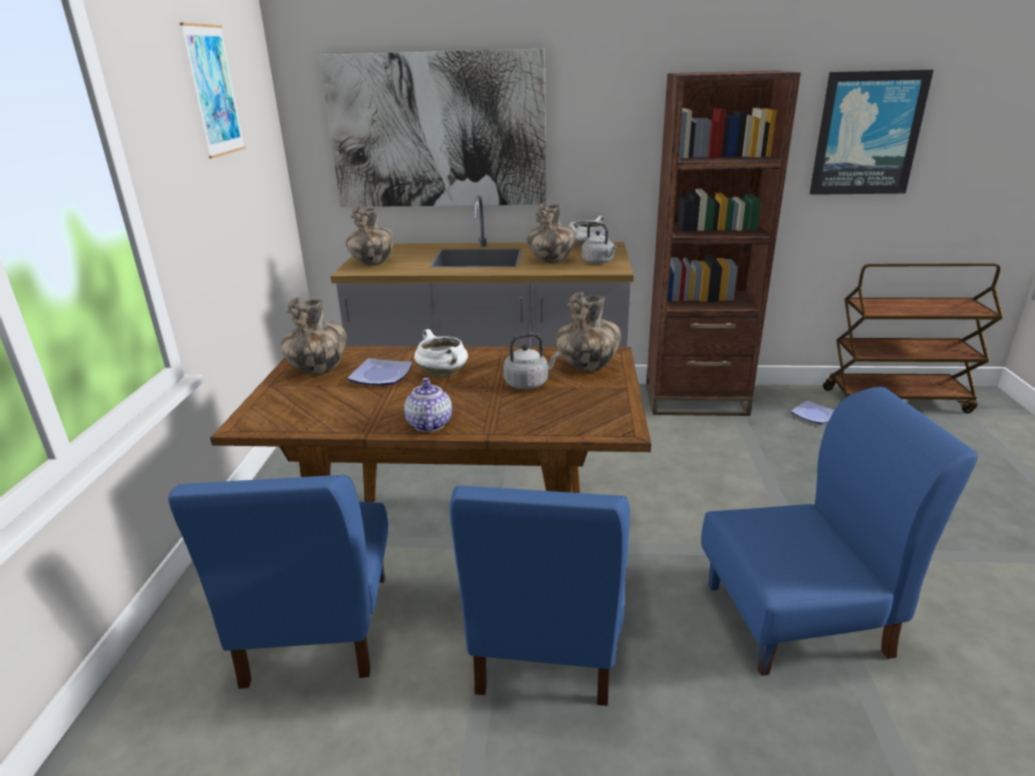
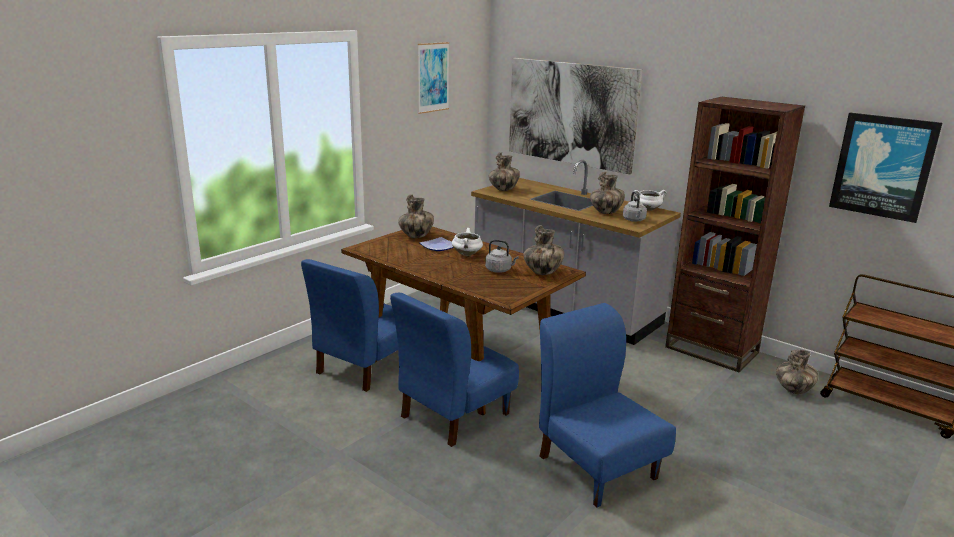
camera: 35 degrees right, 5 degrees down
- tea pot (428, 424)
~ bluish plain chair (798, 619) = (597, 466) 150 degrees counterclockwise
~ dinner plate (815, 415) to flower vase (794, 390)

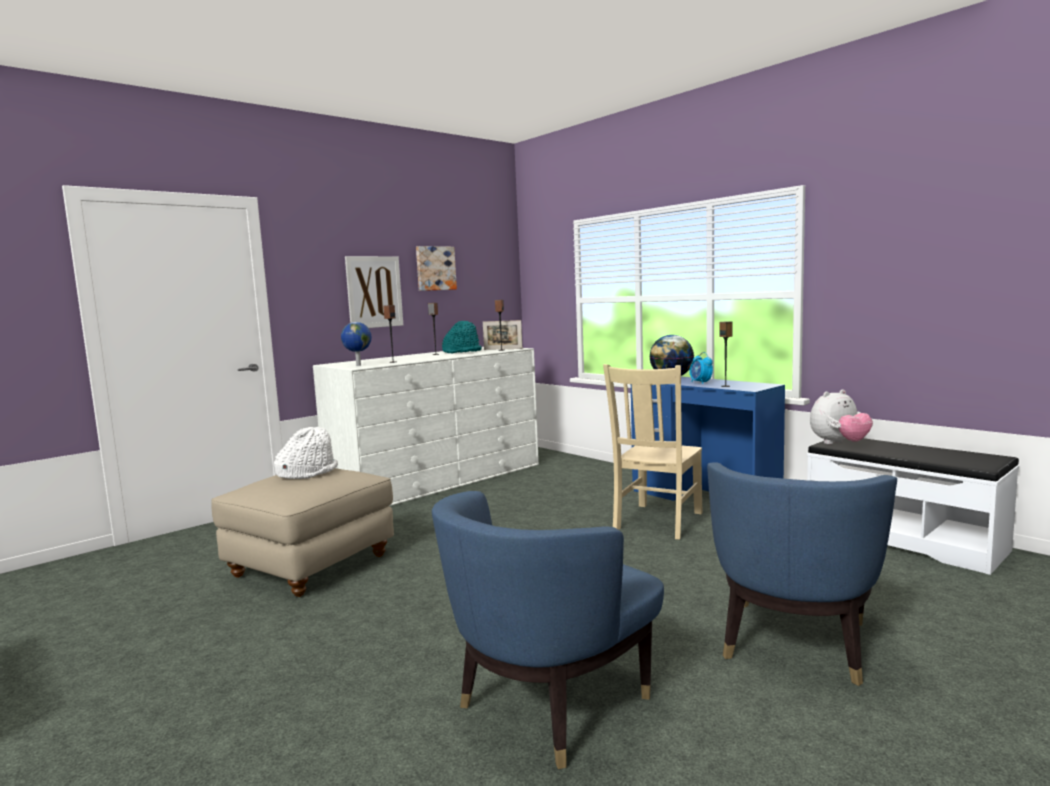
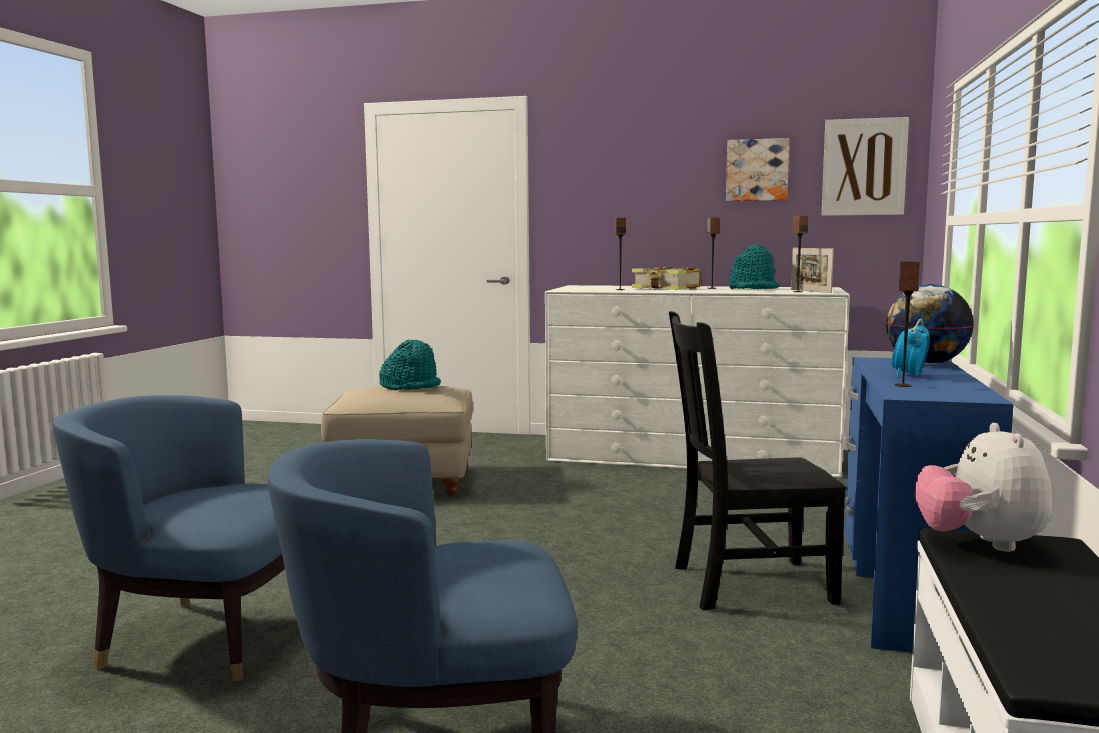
camera: 55 degrees right, 0 degrees up
~ wall art (374, 292) to (864, 167)
- desk globe (358, 365)
~ beige plain chair (657, 522) to black plain chair (746, 584)
~ soft toy (839, 444) = (980, 543) 60 degrees clockwise
~ whitish clothing hat (307, 472) to blue-green clothing hat (411, 386)
+ book (667, 288)

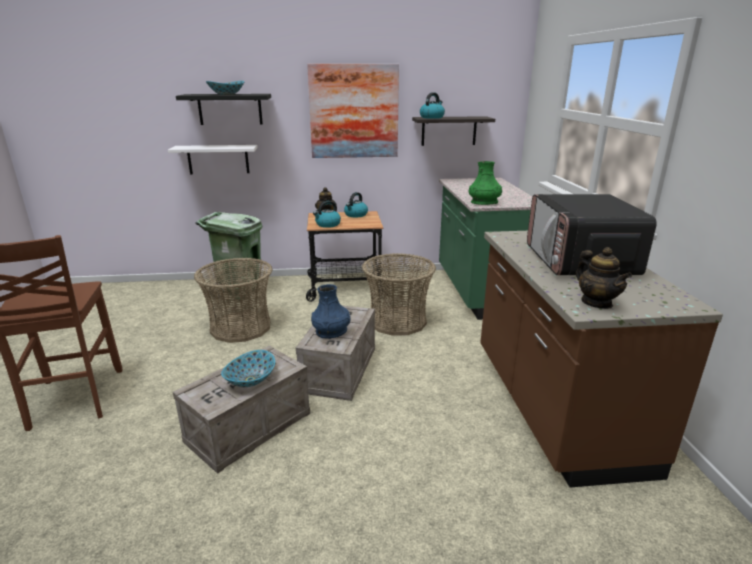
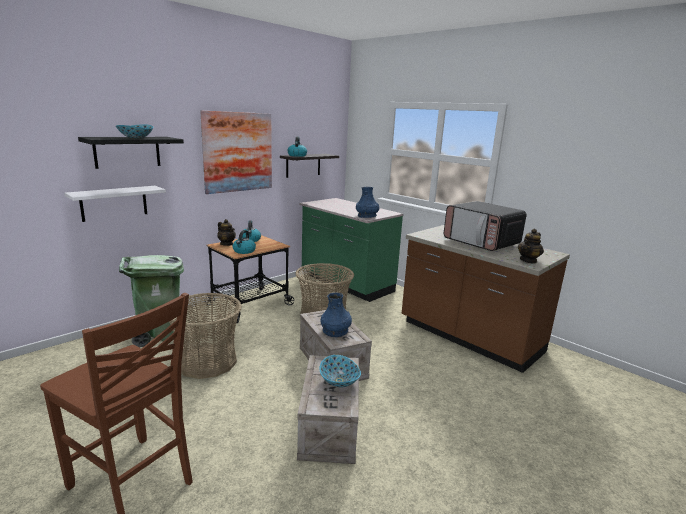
camera: 40 degrees left, 5 degrees down
~ green-coloured flower vase (484, 203) to bluish flower vase (367, 216)
~ tea pot (596, 303) = (528, 260) 105 degrees clockwise

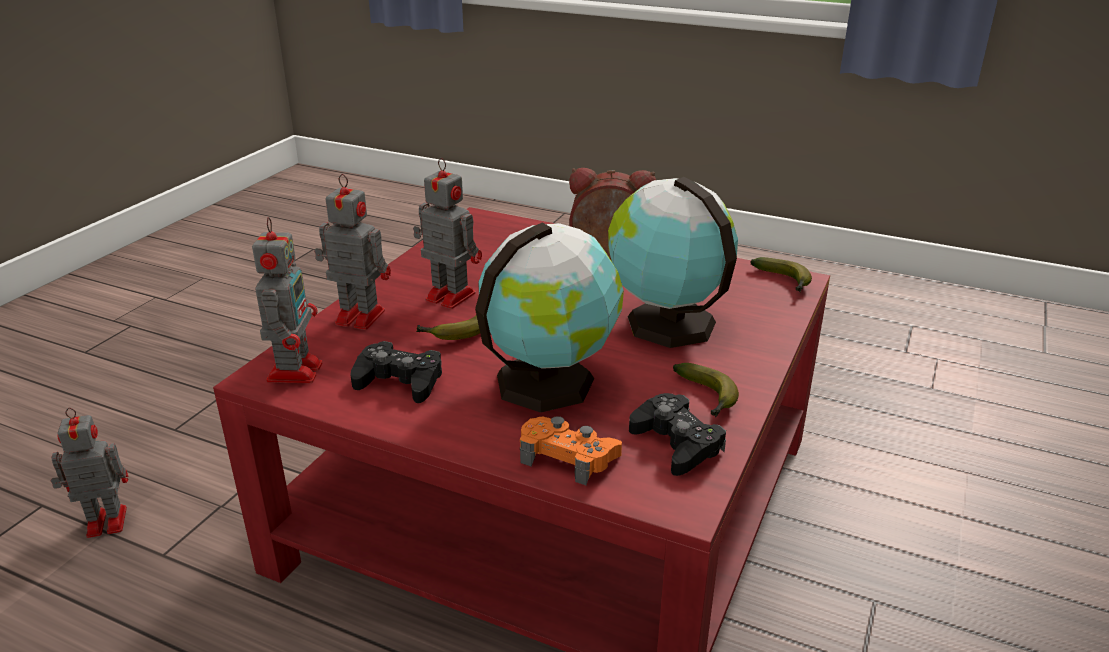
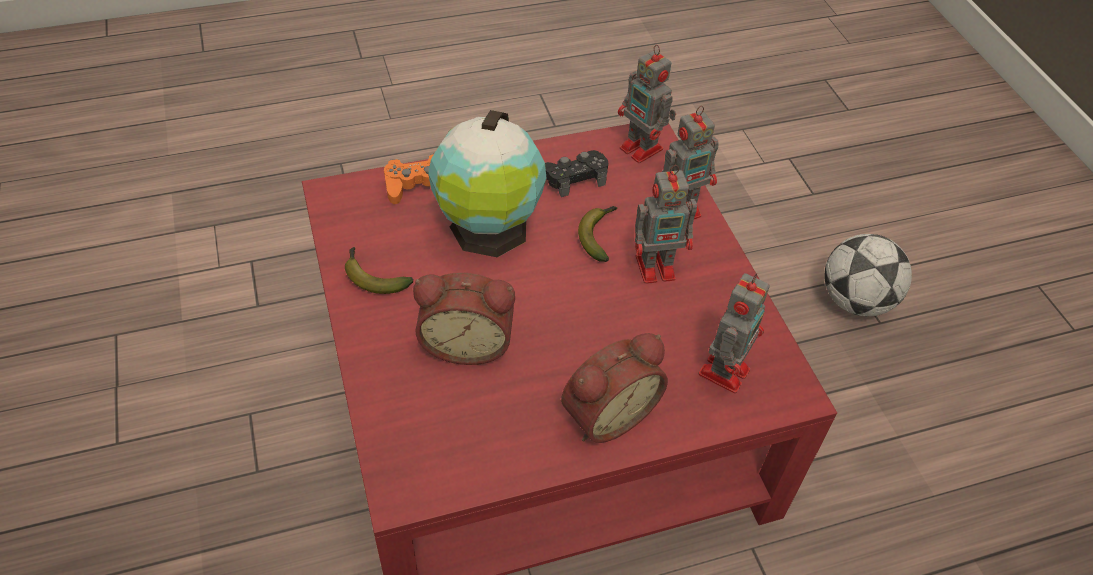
camera: 135 degrees right, 20 degrees up
~ desk globe (666, 322) to bedside clock (467, 342)
- banana fruit (784, 282)
- black joypad (676, 443)
~ robot figure (104, 522) to (725, 370)
+ football (855, 301)

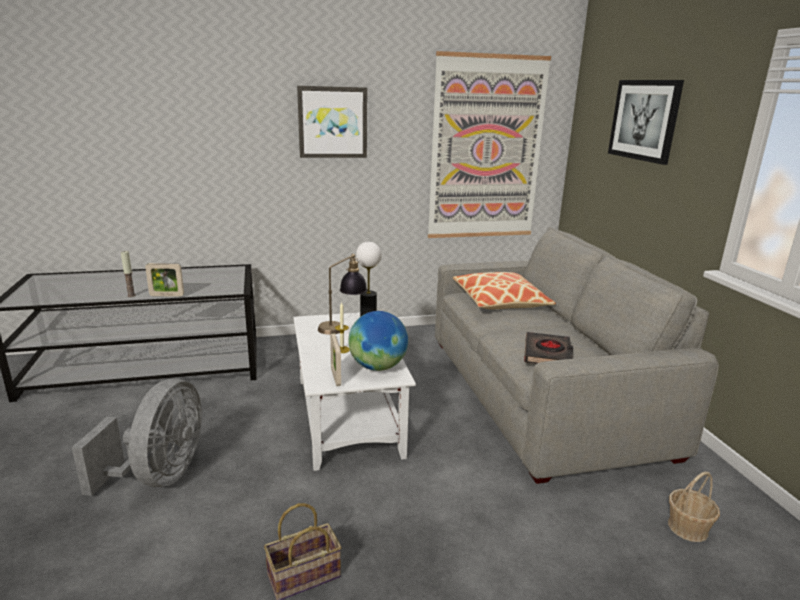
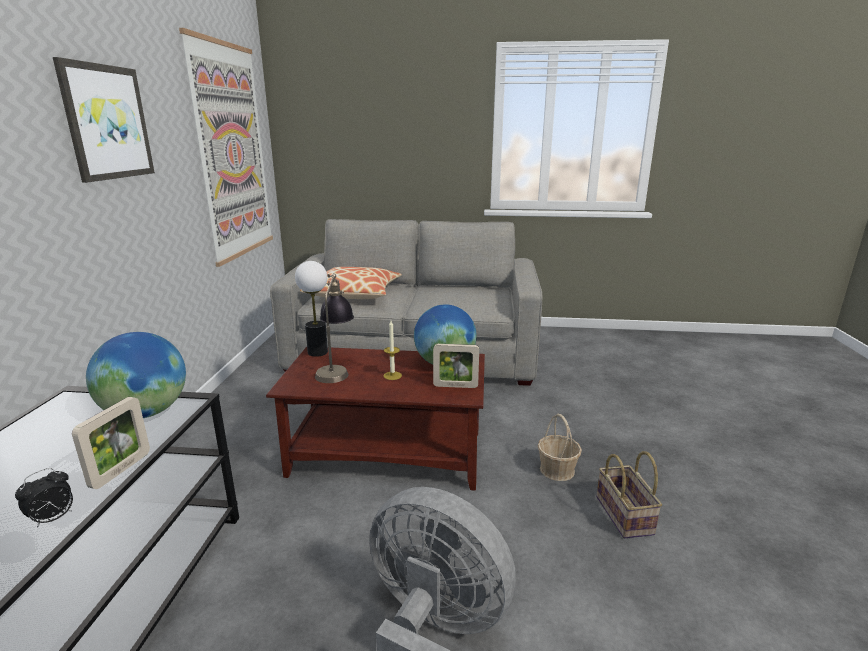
camera: 70 degrees left, 0 degrees up
- wall art (644, 120)
~ wax light (131, 295) to bedside clock (53, 519)
~ whitish coffee table (348, 417) to brownish coffee table (389, 453)
- black book (547, 354)
~ basket (688, 528) to (557, 470)
+ desk globe (146, 413)

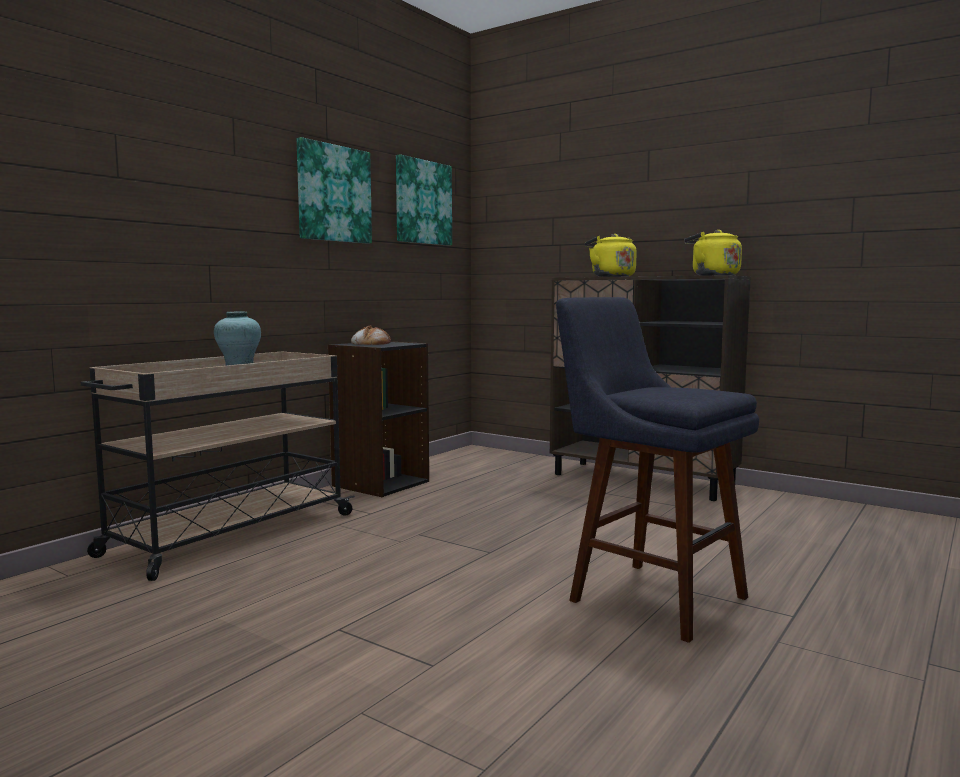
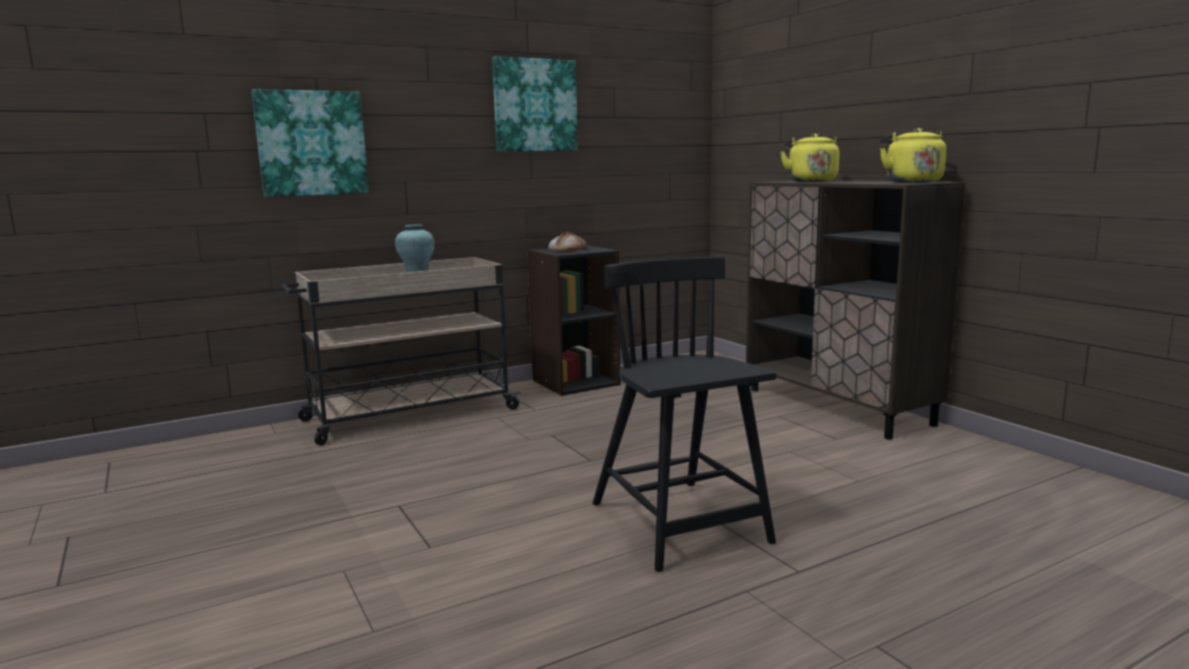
camera: 25 degrees right, 5 degrees up
~ wall art (422, 202) to (311, 143)
~ bluish stool (648, 595) to black plain chair (680, 524)

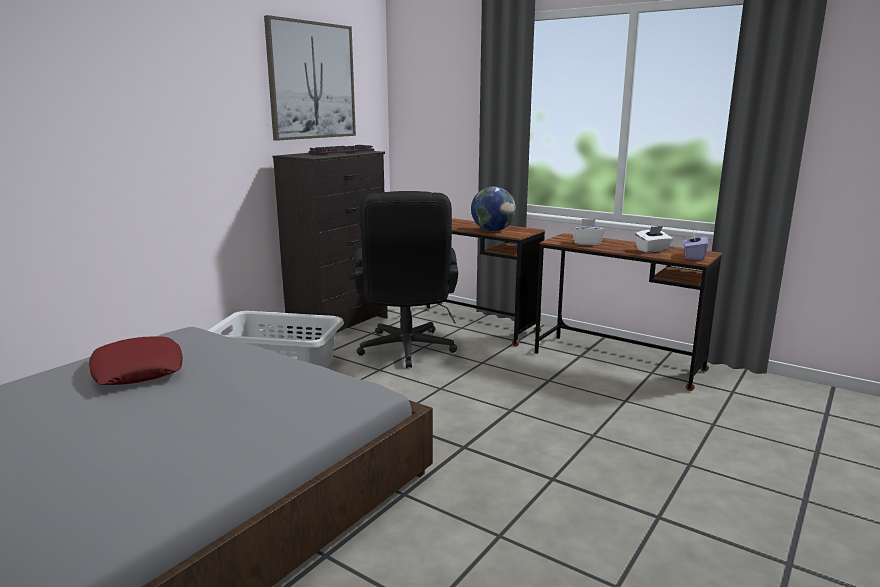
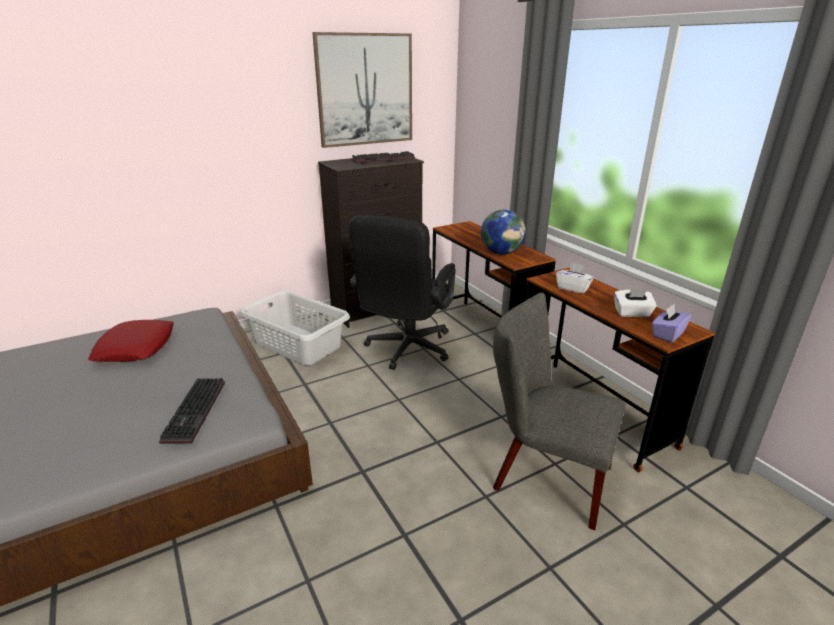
camera: 25 degrees right, 10 degrees up
+ grey plain chair (544, 476)
+ PC keyboard (196, 412)

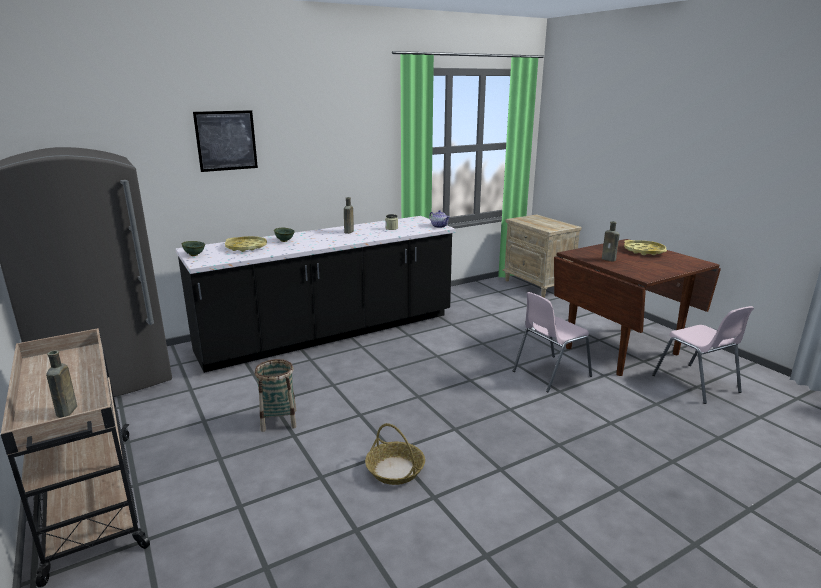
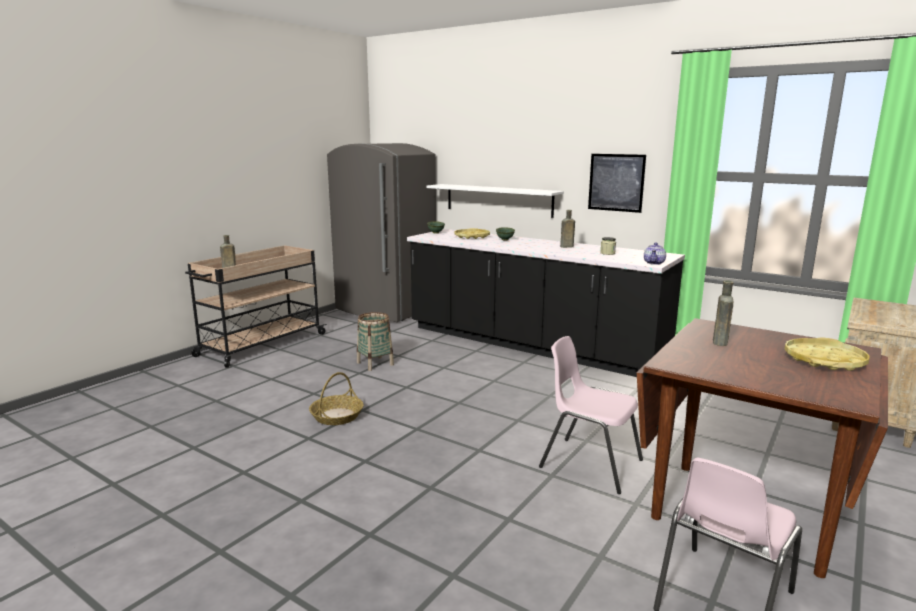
camera: 65 degrees right, 5 degrees down
~ wall art (226, 140) to (616, 182)
+ whitish wall shelf (498, 200)

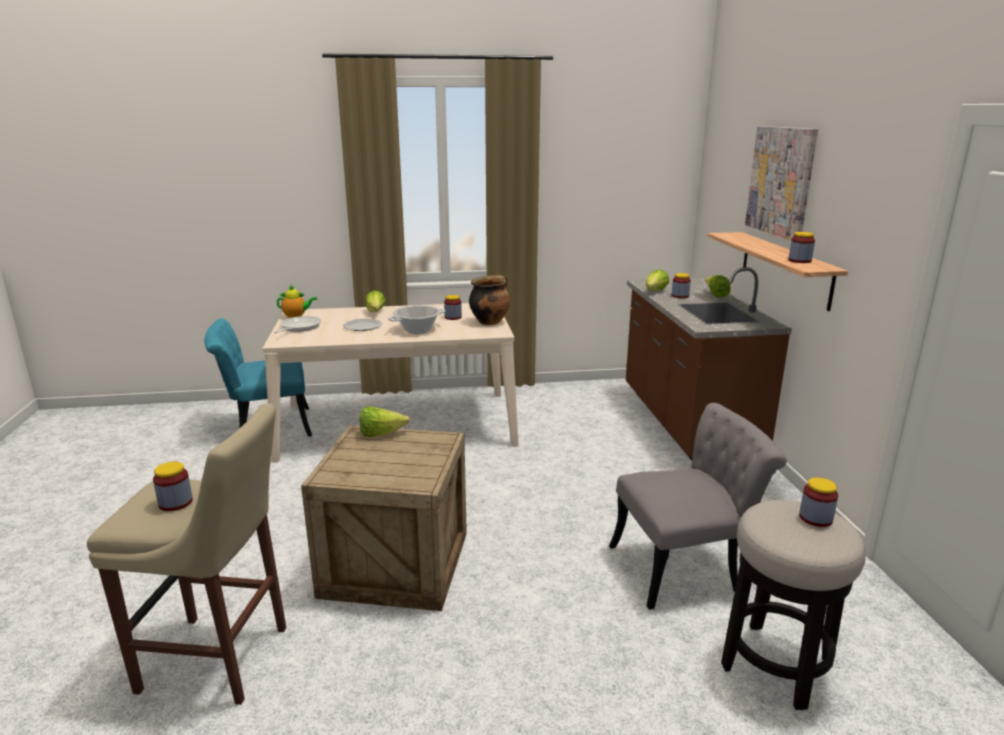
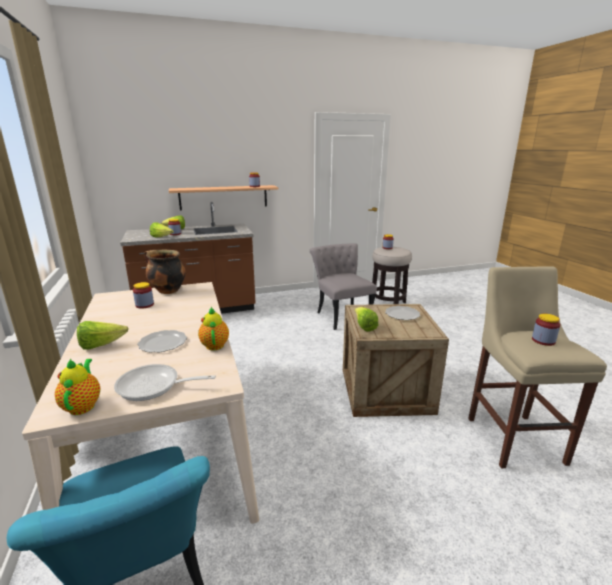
camera: 100 degrees left, 0 degrees up
- wall art (781, 181)
- stockpot (417, 329)
+ tea pot (215, 344)
+ dinner plate (402, 314)

